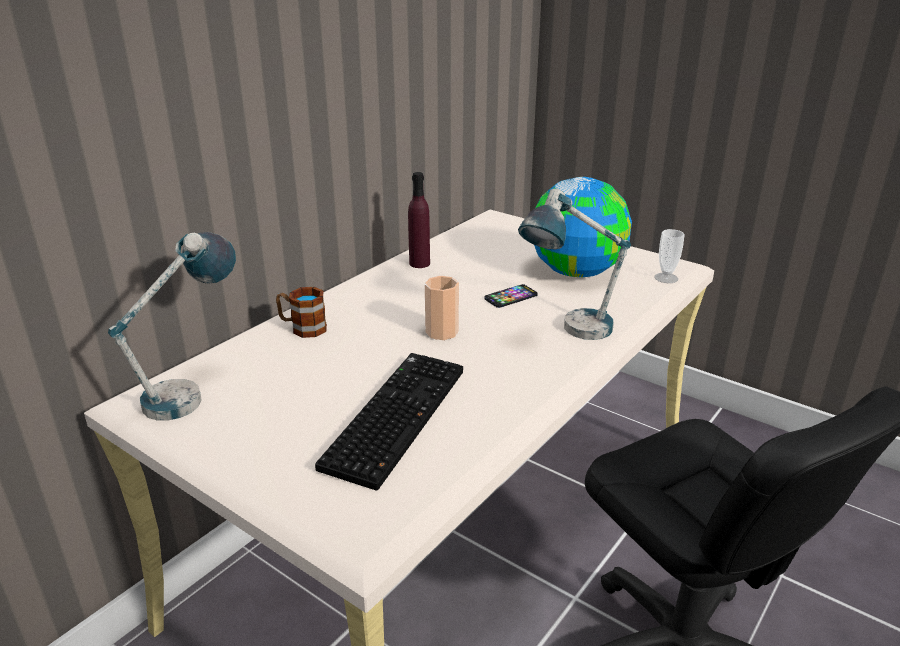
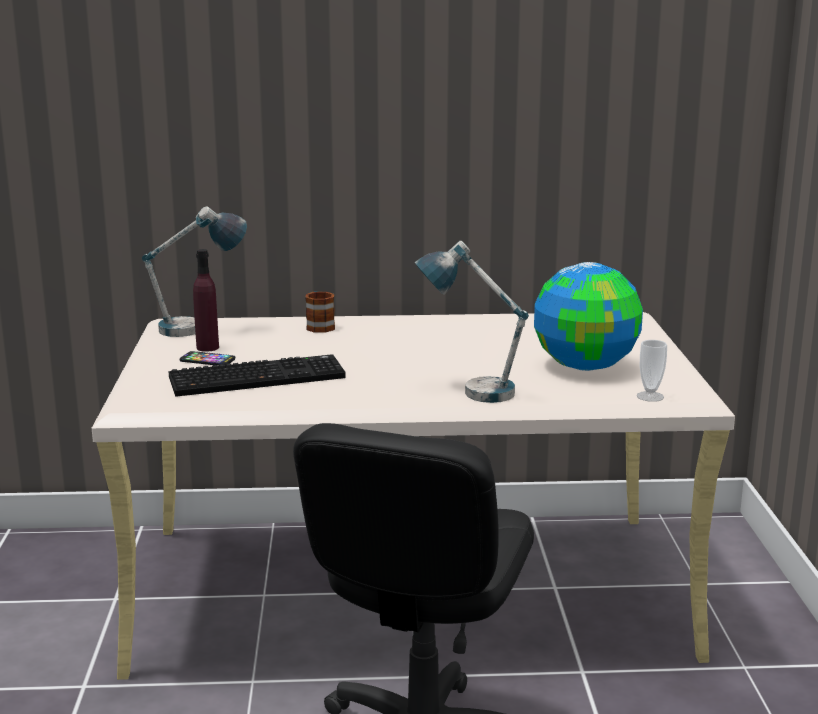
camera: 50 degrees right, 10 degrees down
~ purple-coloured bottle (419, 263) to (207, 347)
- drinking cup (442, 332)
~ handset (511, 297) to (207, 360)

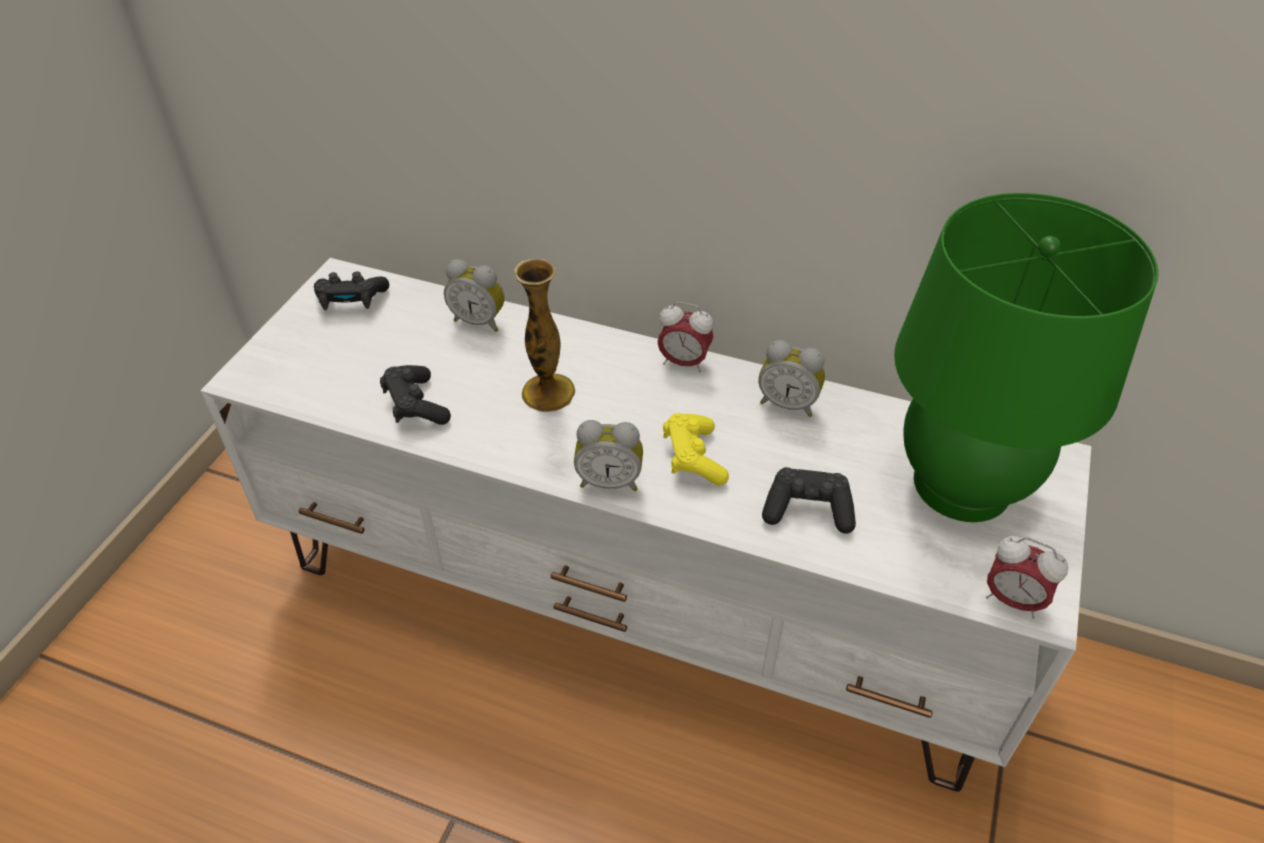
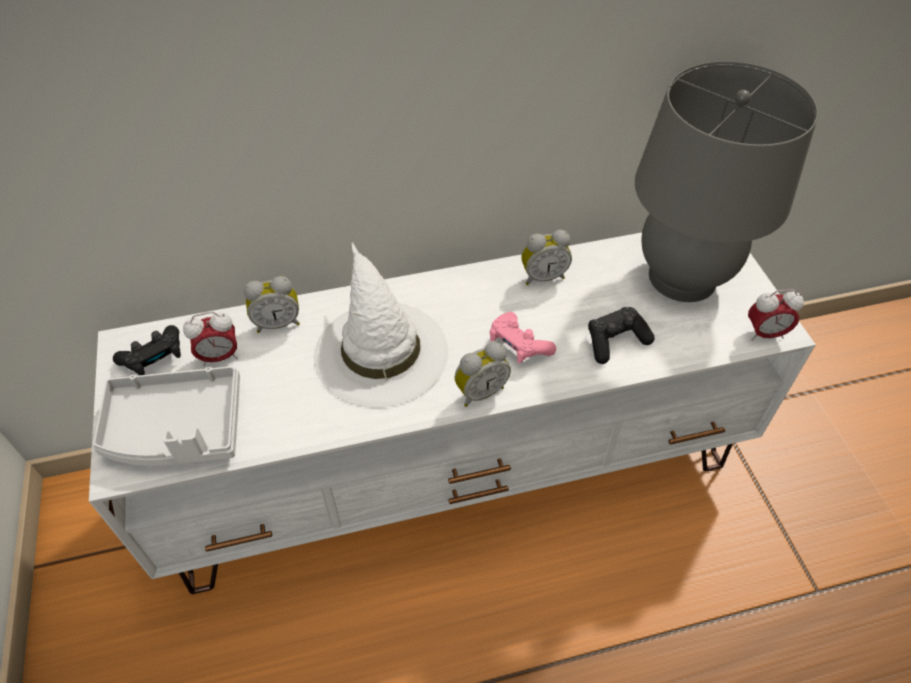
camera: 35 degrees left, 5 degrees up
~ green-coloured tabletop lamp (961, 485) to grey tabletop lamp (682, 277)
~ flower vase (548, 392) to whitish clothing hat (380, 351)
~ bedside clock (683, 362) to (219, 357)
- black joypad (416, 406)
~ yellowish joypad (693, 458) to pink joypad (518, 345)
+ grey serving tray (176, 429)

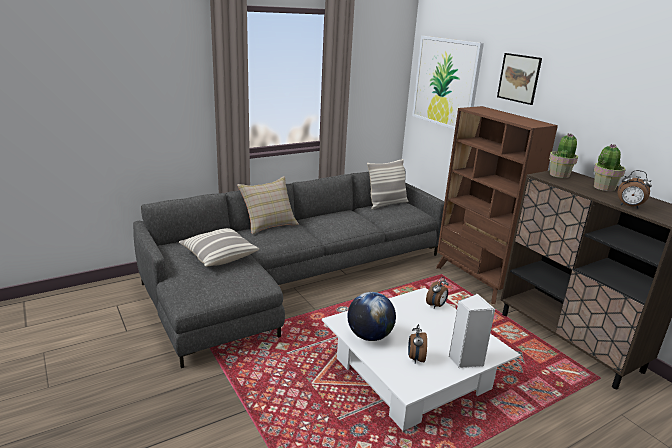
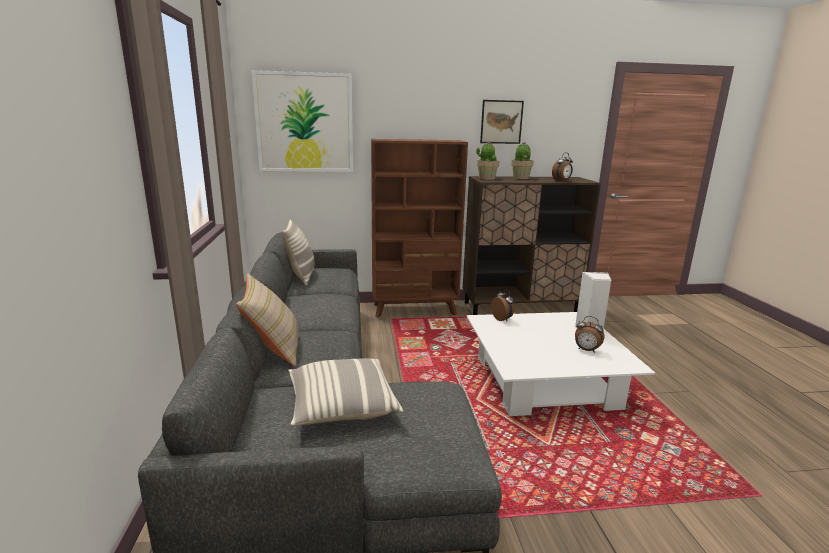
camera: 65 degrees left, 5 degrees down
~ wall art (519, 78) to (501, 122)
- desk globe (369, 336)

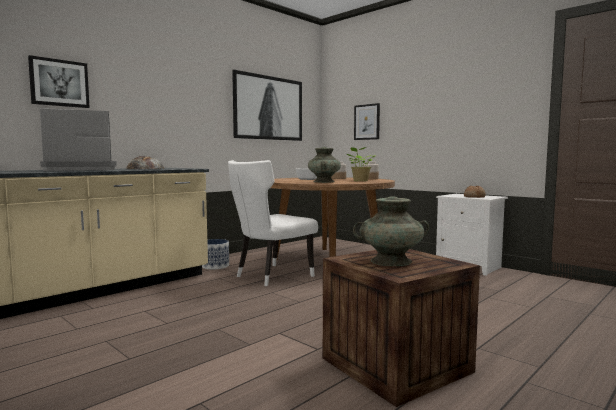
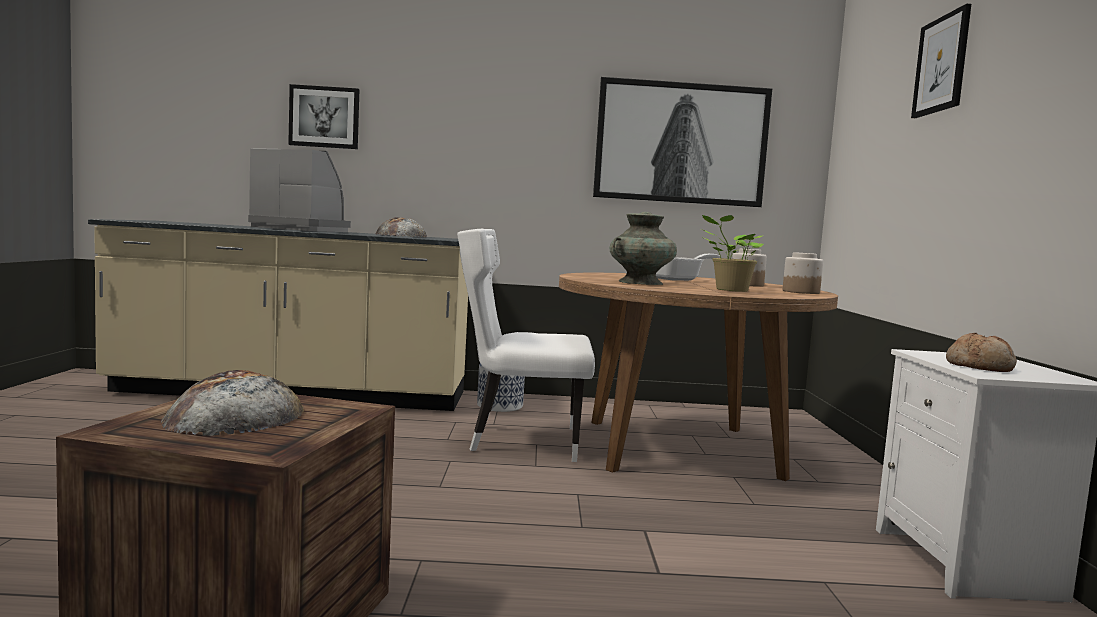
camera: 45 degrees right, 0 degrees up
~ wall art (367, 122) to (941, 64)
~ blue-green flower vase (390, 261) to bakery bread (235, 415)

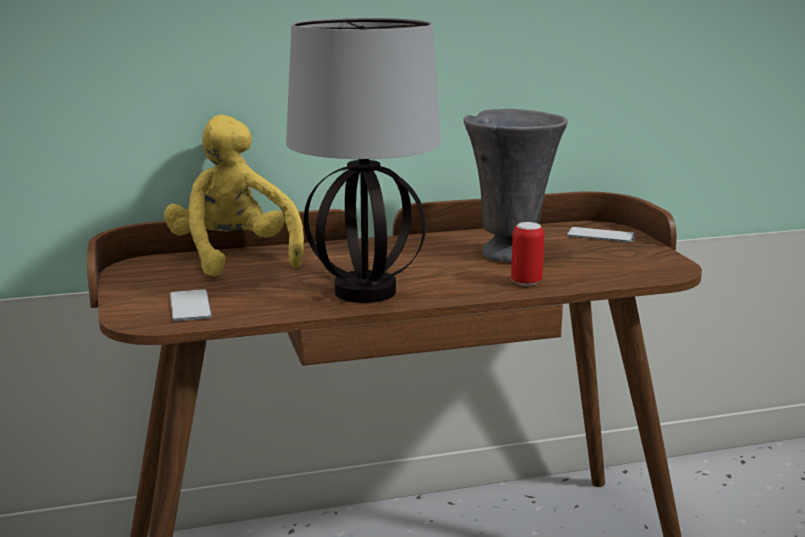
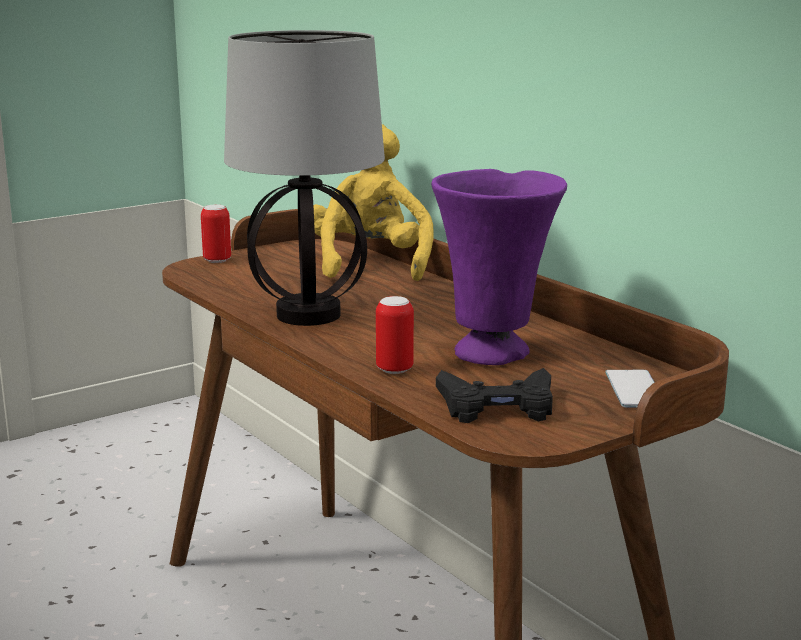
camera: 70 degrees right, 0 degrees up
~ grey flower vase (510, 254) to purple-coloured flower vase (495, 353)
~ yellowish soft toy (234, 257) = (370, 264) 45 degrees counterclockwise
- handset (190, 306)
+ metal can (217, 260)
+ black joypad (497, 406)

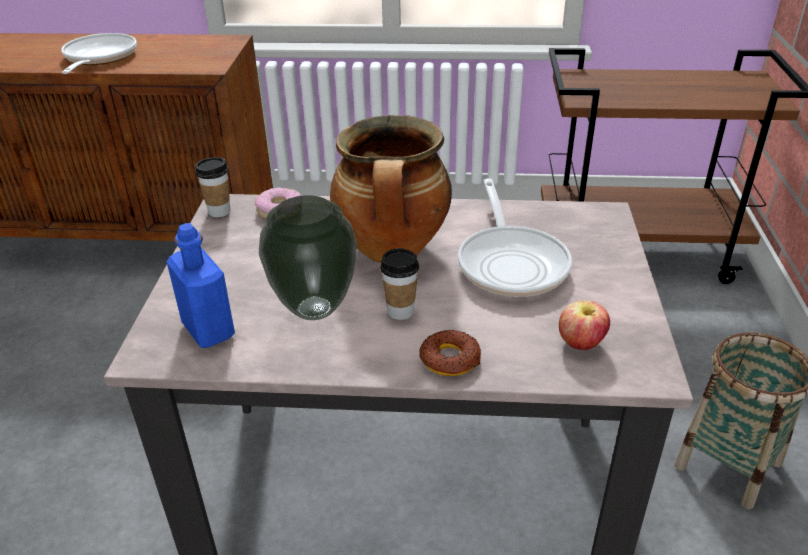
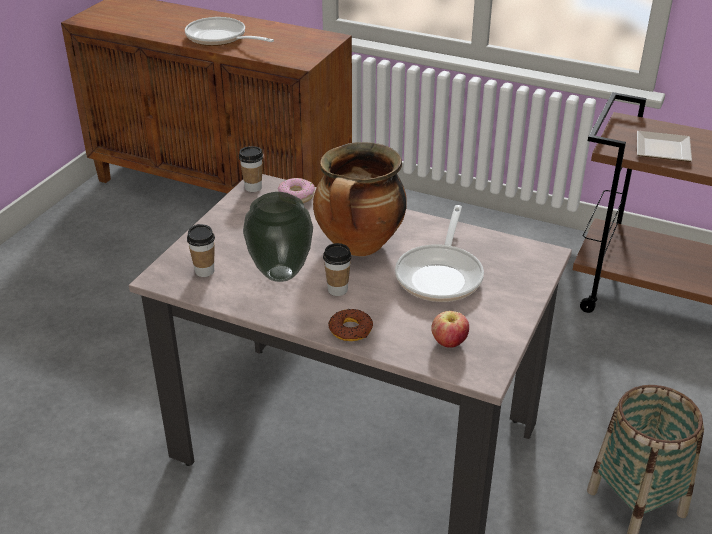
camera: 20 degrees right, 0 degrees up
~ pan (98, 58) = (220, 38) 75 degrees counterclockwise
~ bluish bottle (208, 330) to drinking cup (204, 271)
+ dinner plate (660, 148)

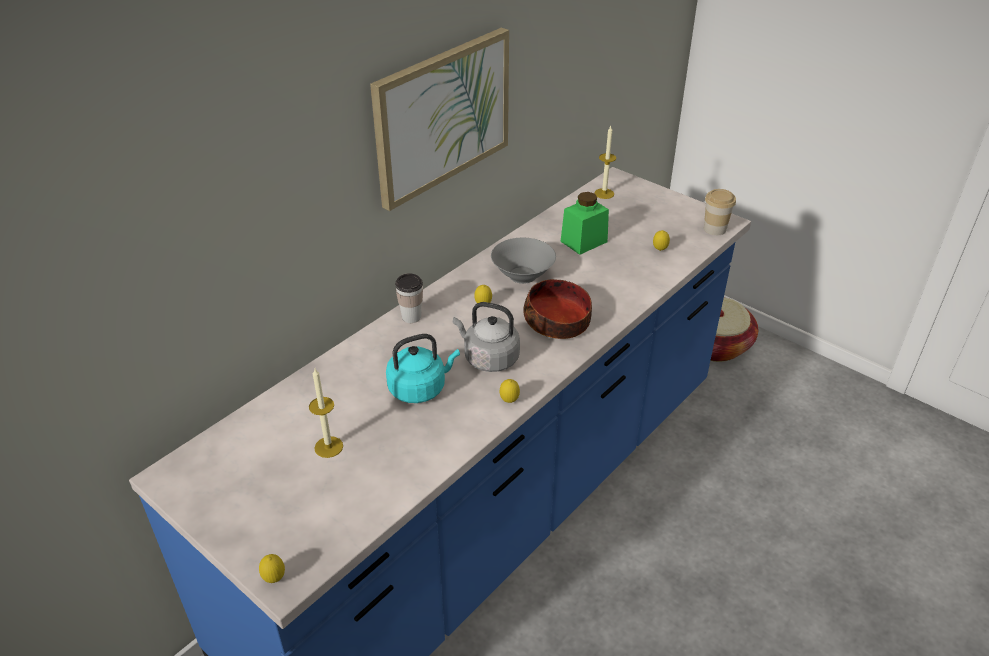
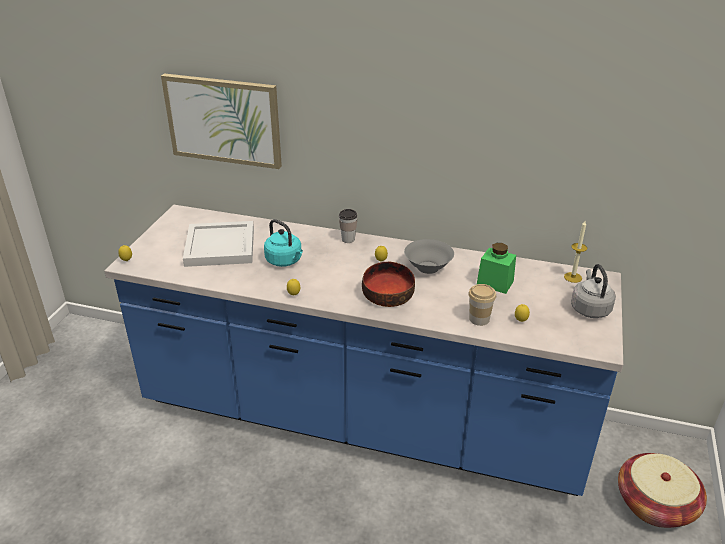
camera: 65 degrees right, 5 degrees down
~ wall art (442, 116) to (223, 120)
~ drinking cup (715, 229) to (479, 319)
~ grey water kettle (488, 358) to (589, 308)
~ wax light (328, 447) to whitish serving tray (221, 247)

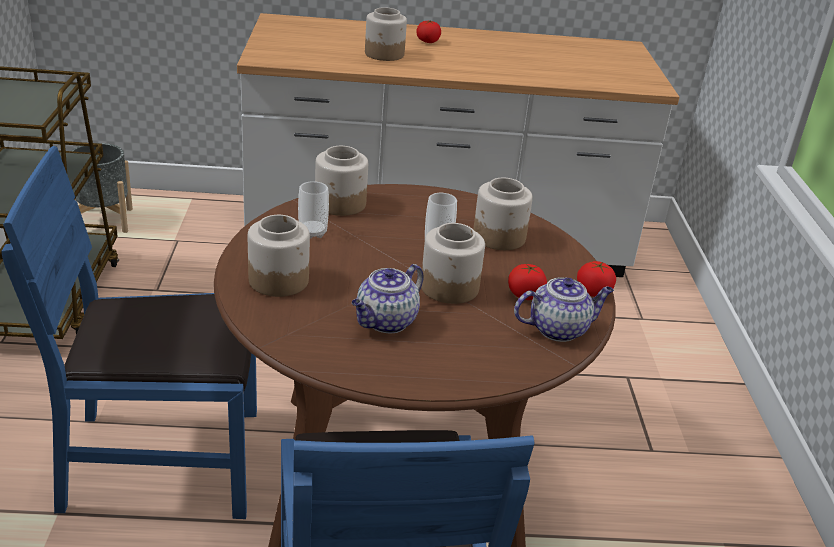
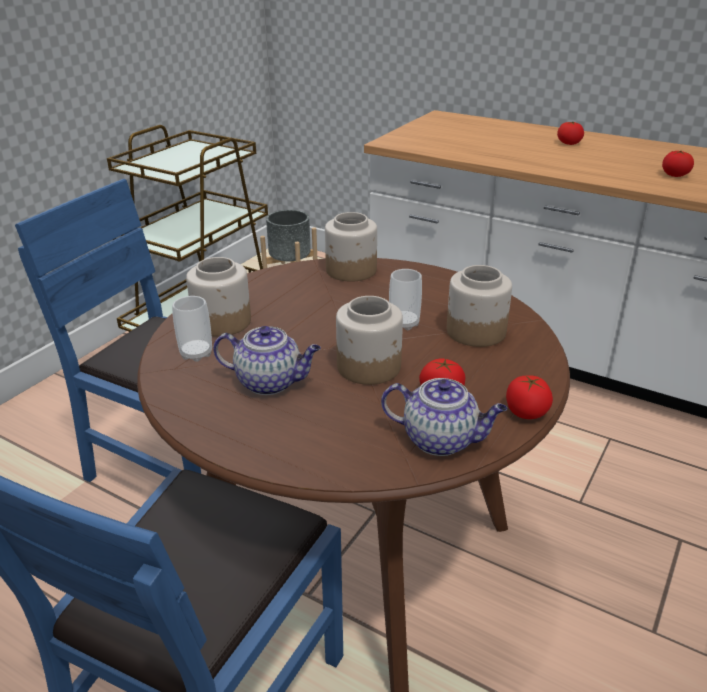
camera: 35 degrees right, 0 degrees up
- jar (384, 54)
~ drinking cup (312, 232) to (196, 354)
~ tea pot (386, 322) = (270, 382) 150 degrees counterclockwise
+ whole tomato (675, 175)

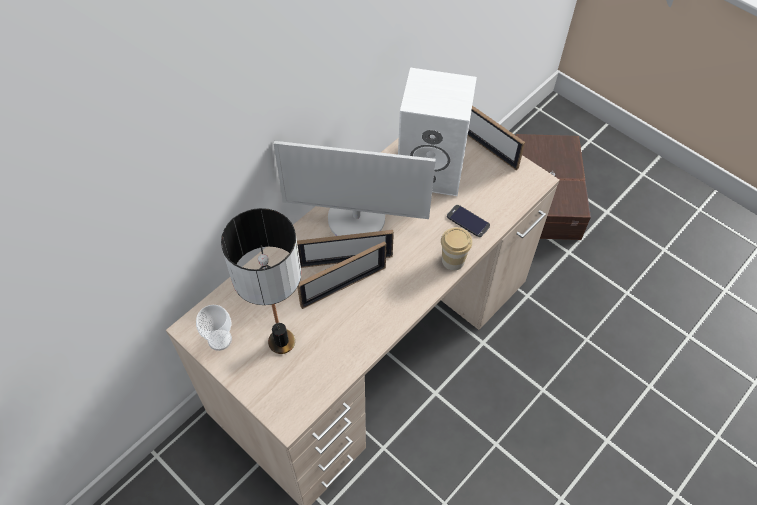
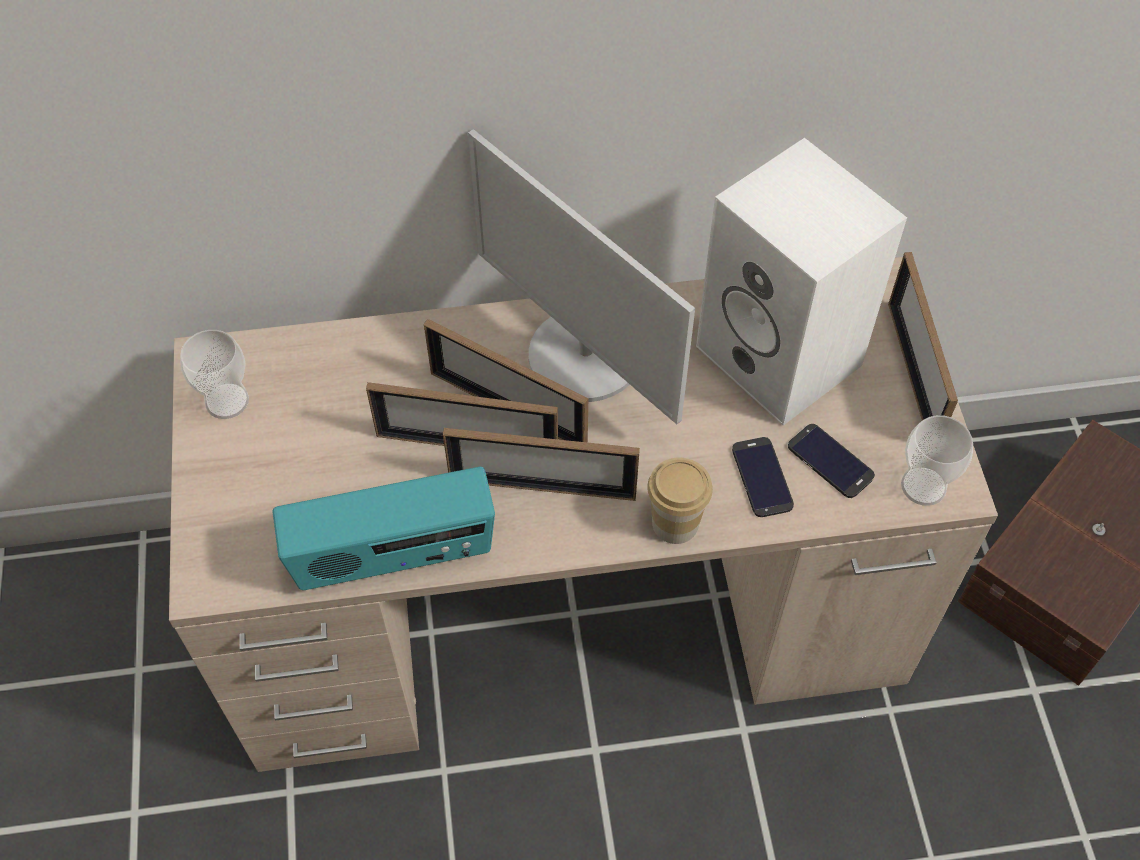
camera: 40 degrees right, 0 degrees up
- tabletop lamp (281, 342)
+ drinking cup (923, 486)
+ handset (830, 461)
+ picture frame (542, 487)
+ radio set (394, 556)

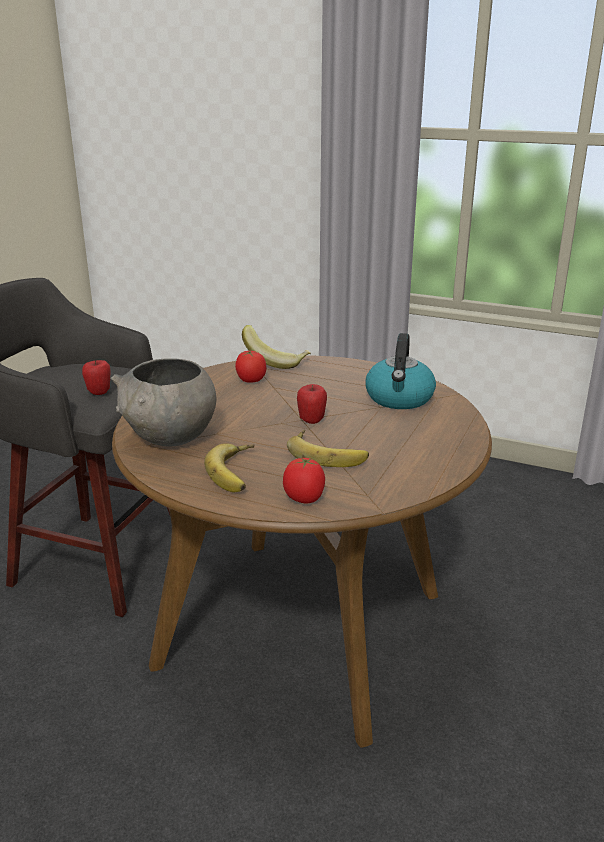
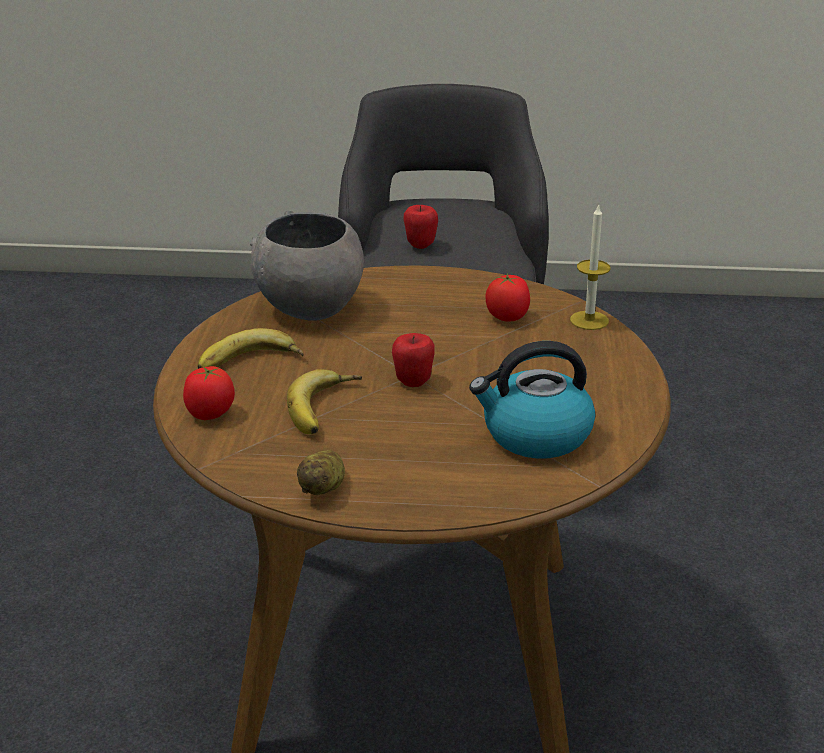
camera: 70 degrees right, 5 degrees up
~ banana fruit (276, 362) to wax light (589, 320)
+ potato (323, 488)

